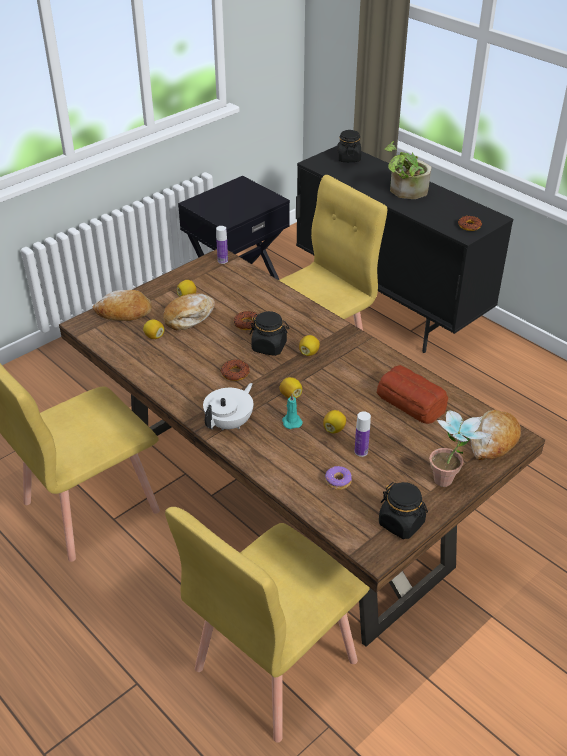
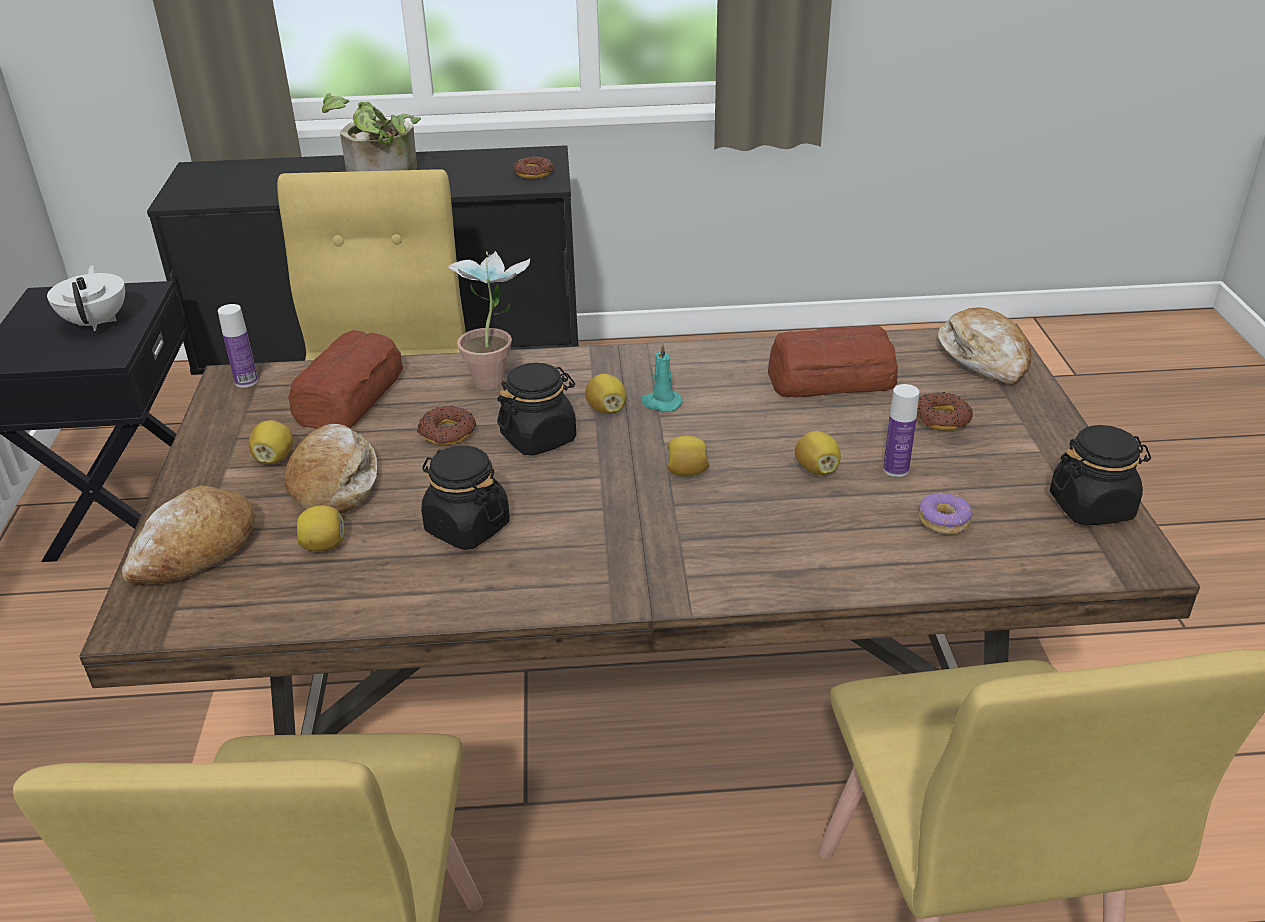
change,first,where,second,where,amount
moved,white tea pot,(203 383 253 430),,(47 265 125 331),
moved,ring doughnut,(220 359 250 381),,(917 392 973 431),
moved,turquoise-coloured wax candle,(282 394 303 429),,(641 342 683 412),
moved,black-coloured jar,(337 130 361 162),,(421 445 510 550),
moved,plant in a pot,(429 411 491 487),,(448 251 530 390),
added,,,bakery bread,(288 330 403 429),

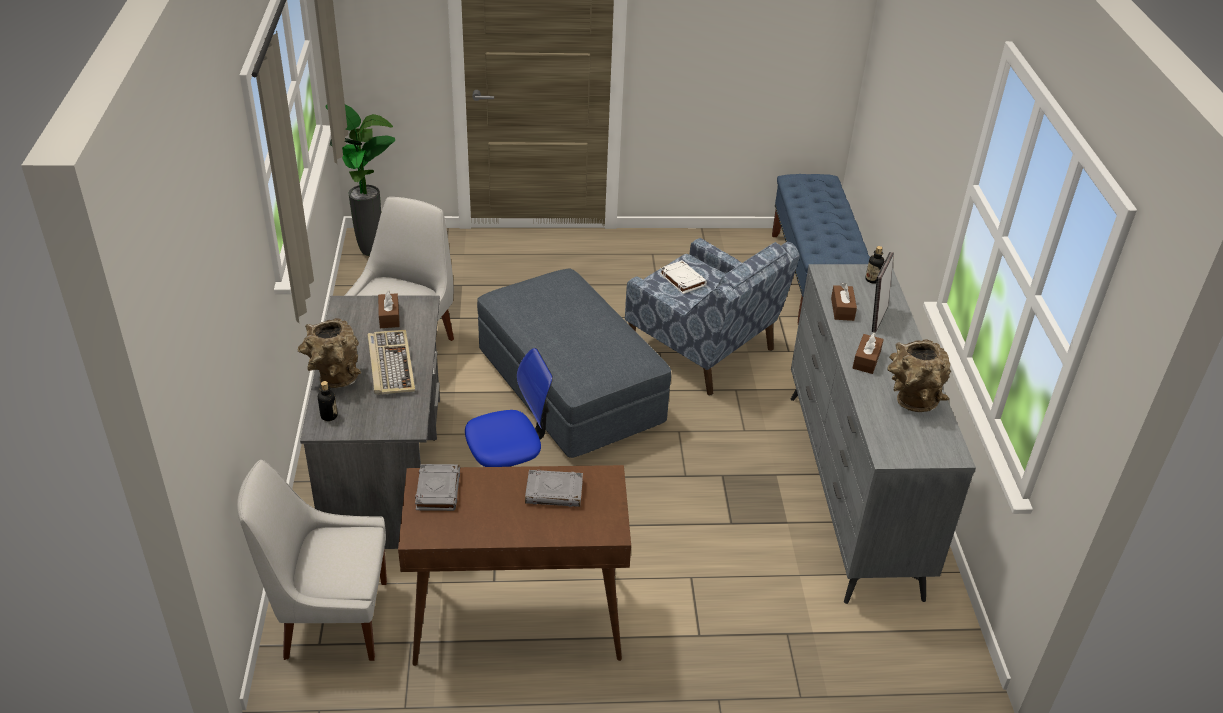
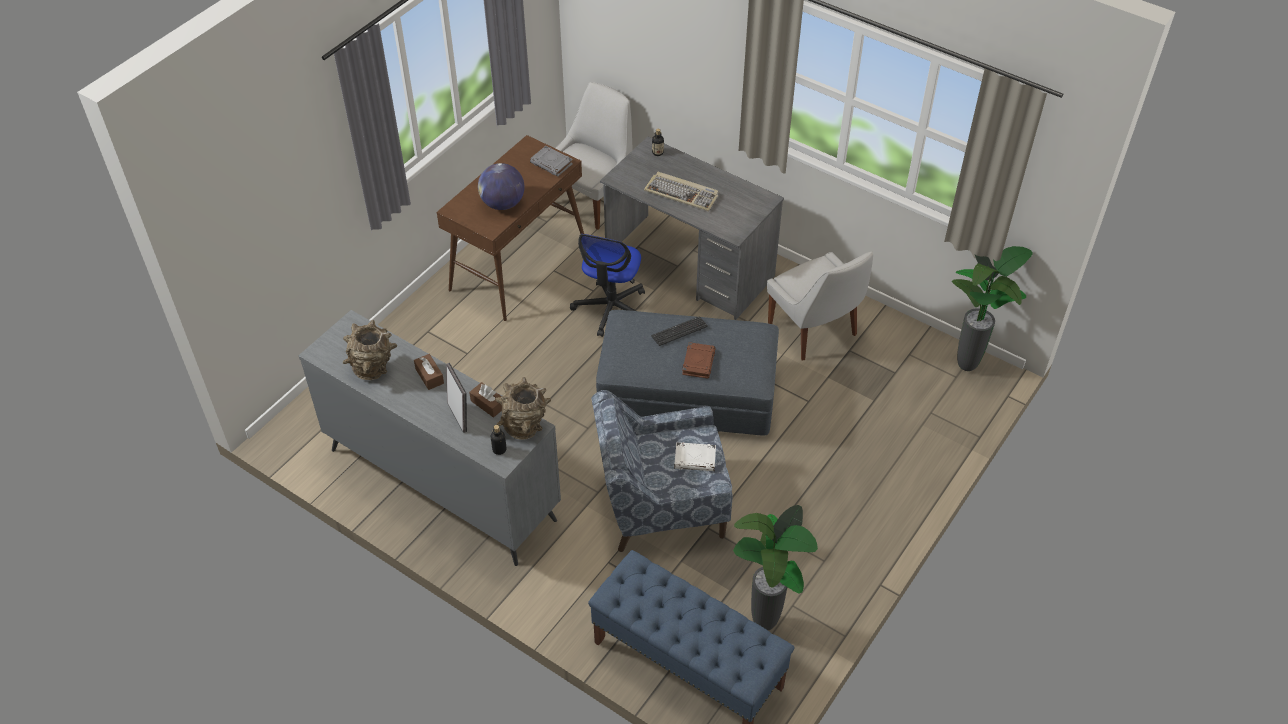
change,first,where,second,where,amount
moved,brownish flower vase,(298 318 361 388),,(495 377 551 440),
removed,brownish box of tissues,(378 290 400 328),,,
replaced,grey book,(525 470 583 507),desk globe,(478 163 524 210),
added,,,PC keyboard,(651 316 708 346),
added,,,brownish book,(682 342 716 379),
added,,,plant in a pot,(733 505 818 630),

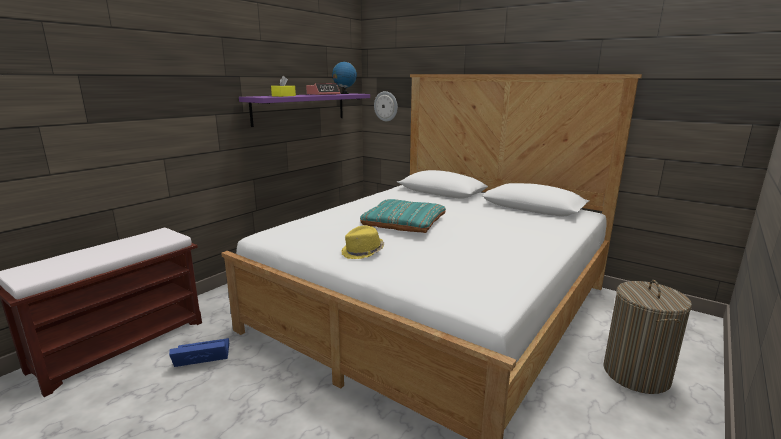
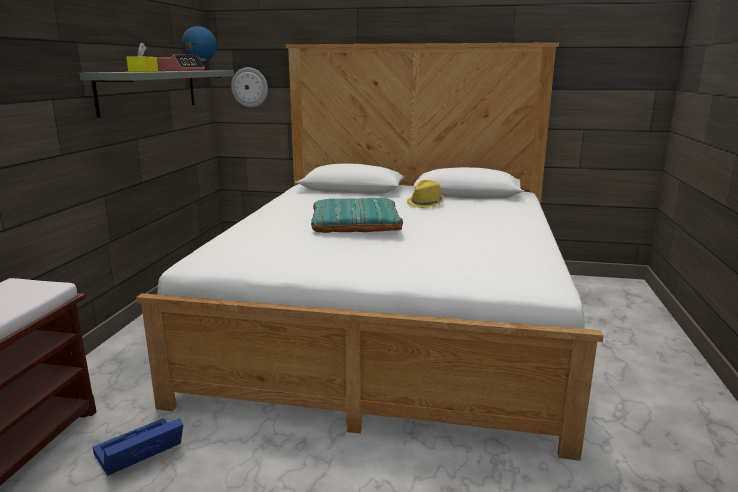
change,first,where,second,where,amount
recoloured,purple-coloured wall shelf,(239 93 370 127),grey wall shelf,(79 71 234 118),
moved,yellow-coloured wearable hat,(341 226 384 259),,(407 180 444 208),
removed,hamper,(603 280 692 394),,,

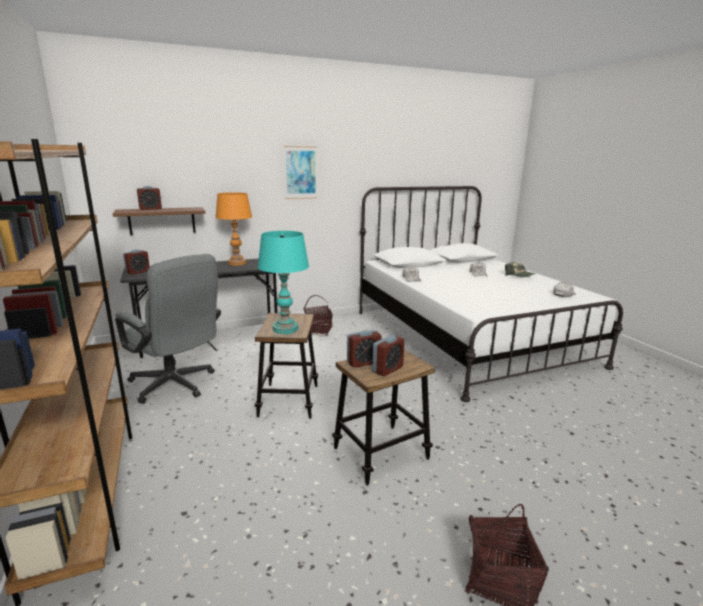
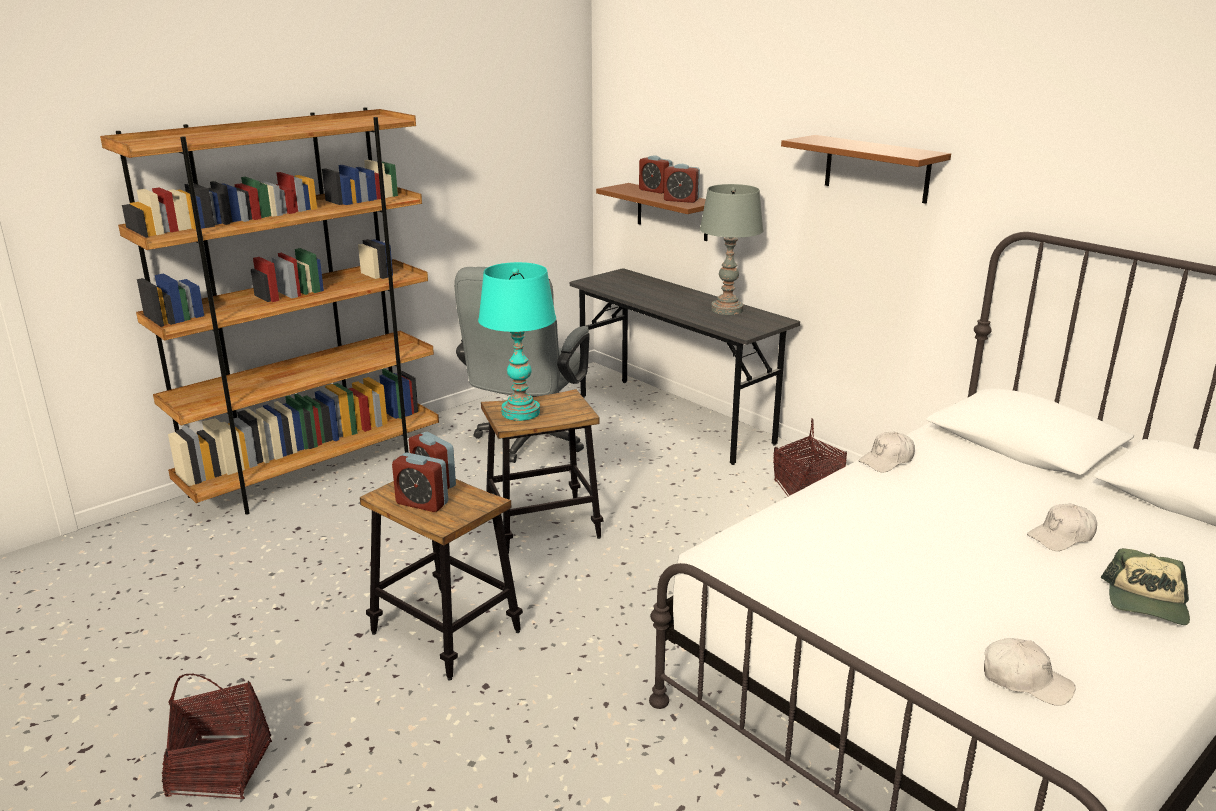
change,first,where,second,where,amount
moved,bedside clock,(123 250 150 275),,(664 164 700 203),
recoloured,orangey lamp for a table,(215 192 252 266),grey lamp for a table,(700 184 764 315),
replaced,wall art,(284 146 317 199),brownish wall shelf,(781 135 951 204),

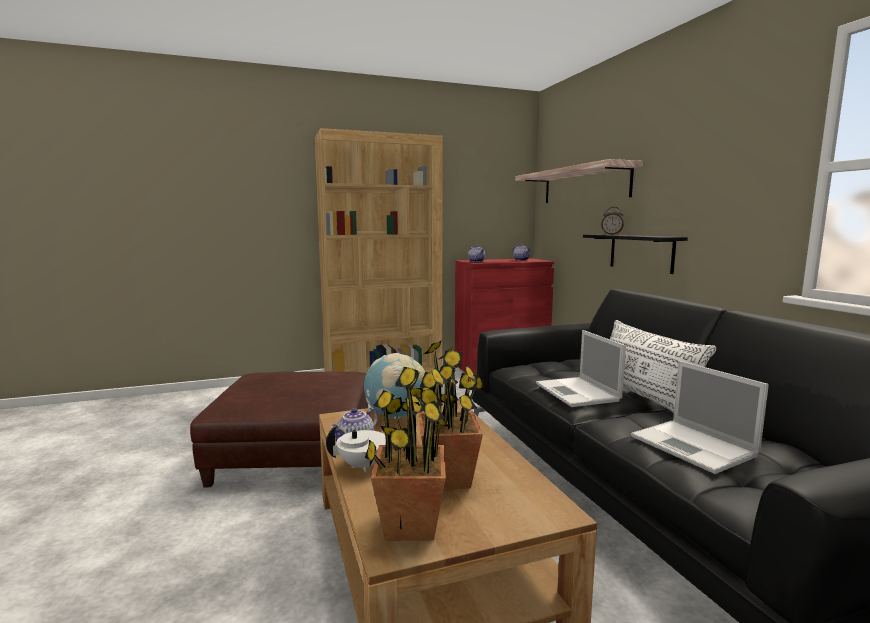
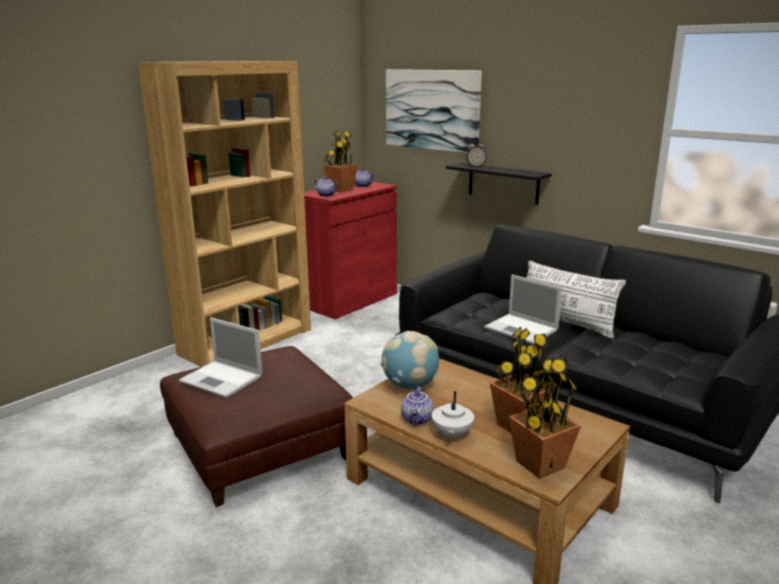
change,first,where,second,where,amount
turned,white tea pot,(326 427 386 472),,(432 391 474 441),150 degrees clockwise
replaced,wall shelf,(515 159 643 203),wall art,(386 69 482 153),
moved,portable computer,(631 361 769 474),,(179 318 262 398),
added,,,plant in a pot,(323 129 358 193),

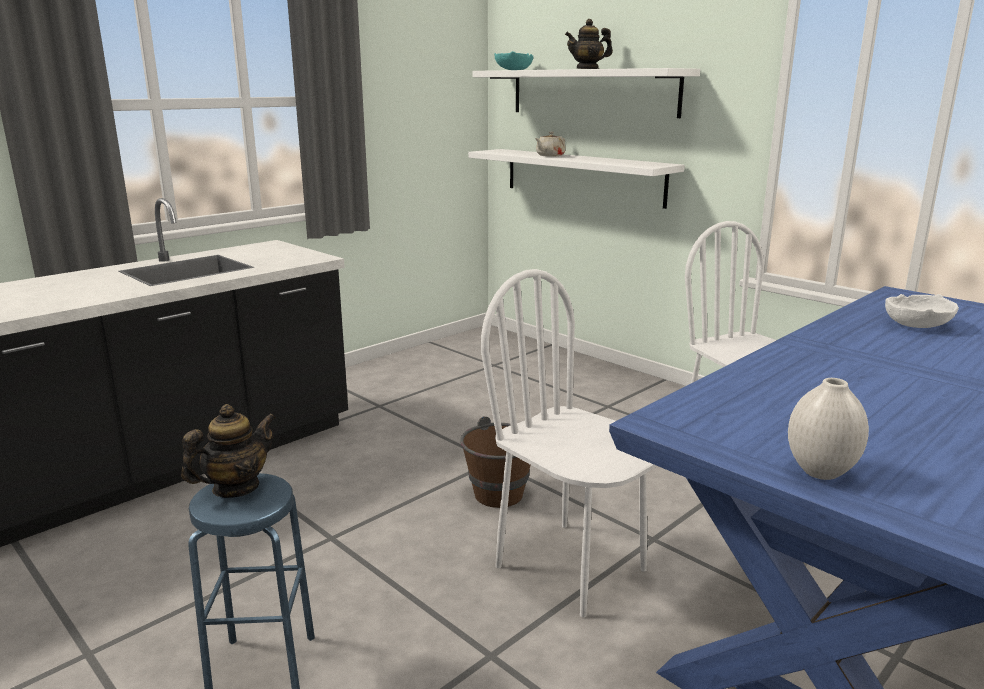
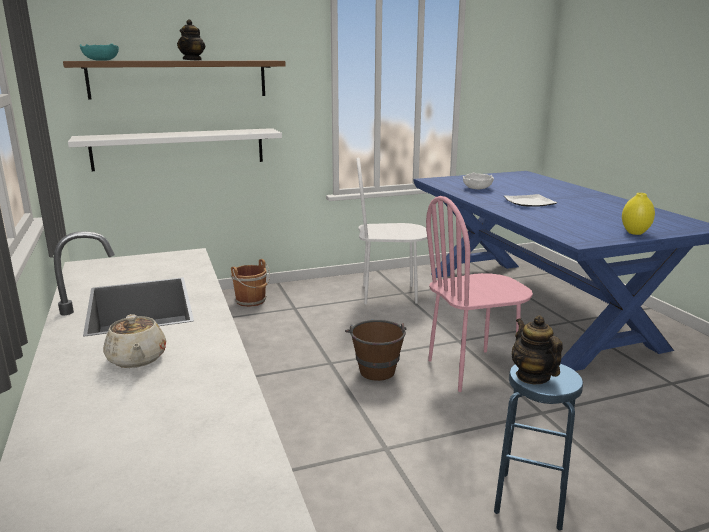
change,first,where,second,where,amount
recoloured,white wall shelf,(473 68 700 118),brownish wall shelf,(63 61 286 100),
recoloured,white chair,(481 269 657 617),pinkish chair,(426 196 533 392),
moved,beige-coloured tea pot,(535 132 566 157),,(103 314 166 368),
recoloured,white flower vase,(788 378 869 480),yellow-coloured flower vase,(622 193 655 235),
added,,,brownish bucket,(231 259 270 307),
added,,,flat dish,(504 194 557 207),

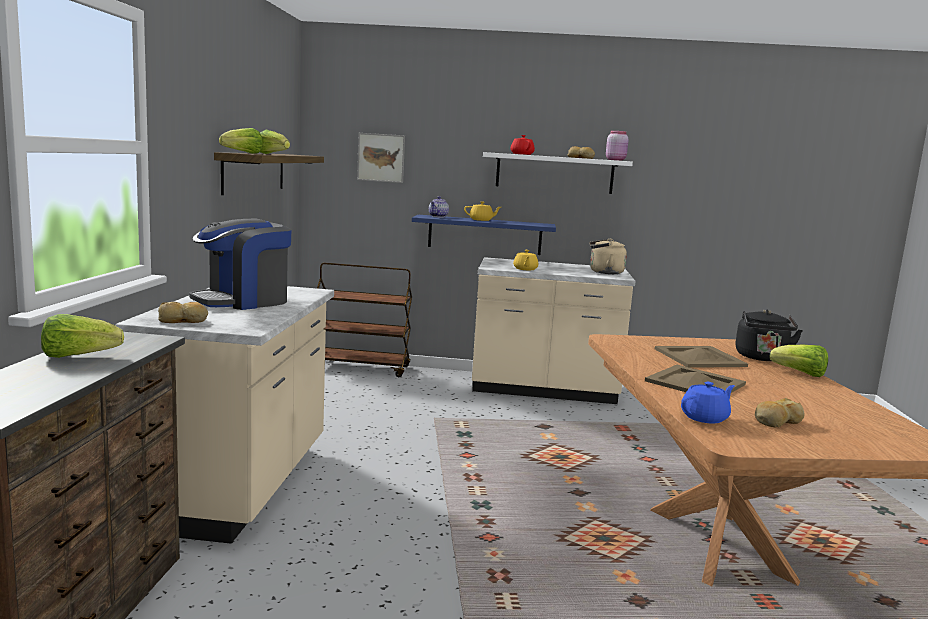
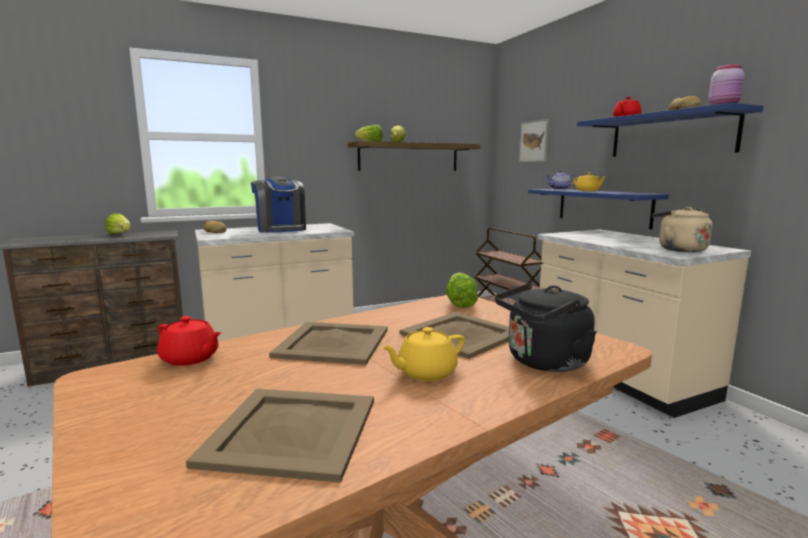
change,first,where,second,where,amount
turned,coffee maker,(189 219 291 310),,(251 177 306 233),135 degrees counterclockwise
recoloured,white wall shelf,(483 152 633 194),bluish wall shelf,(577 103 764 157),
moved,yellow-coloured tea pot,(513 250 538 270),,(382 327 465 381),
recoloured,bluish tea pot,(681 382 735 423),red tea pot,(157 316 221 366),
removed,bakery bread,(755 398 804 427),,,
moved,lettuce,(770 345 828 377),,(445 273 478 308),
added,,,beige-coloured serving tray,(186 389 374 483),

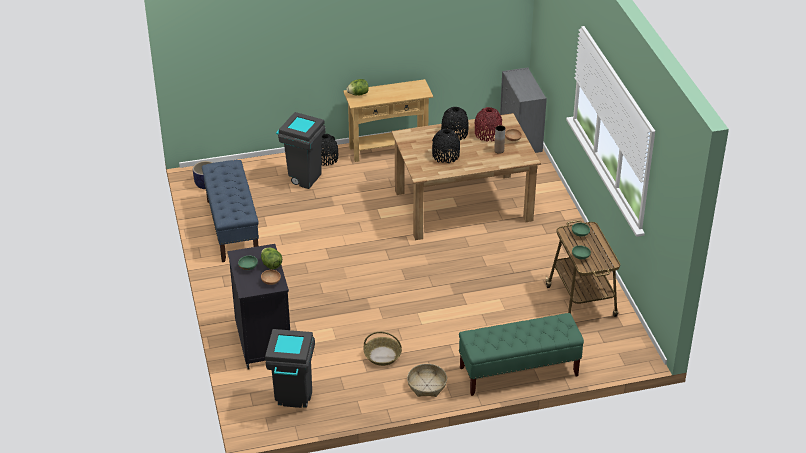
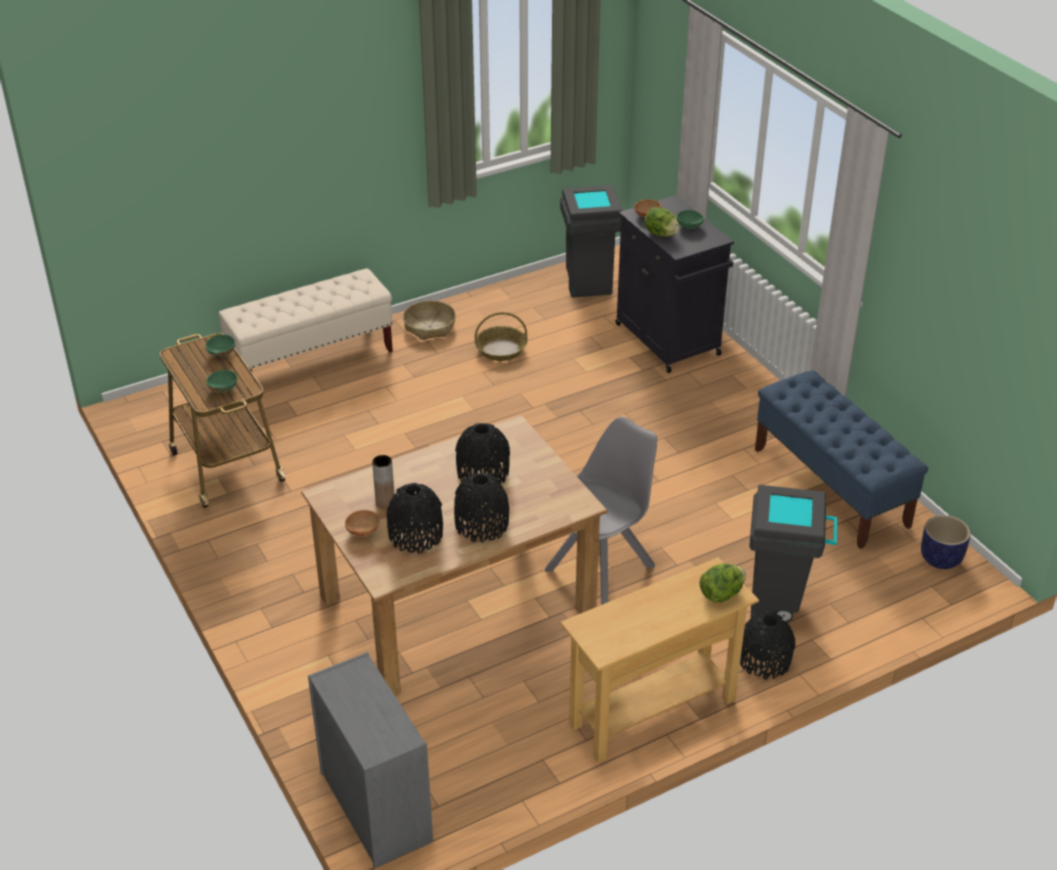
change,first,where,second,where,amount
recoloured,green-coloured long seat,(459 313 584 396),beige-coloured long seat,(219 268 393 395),
recoloured,red flower vase,(475 107 502 142),black-coloured flower vase,(387 483 443 554),
added,,,grey chair,(545 417 657 605),

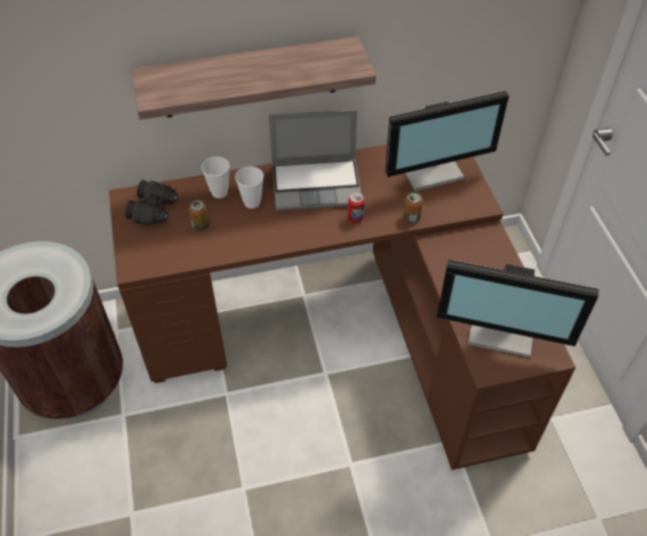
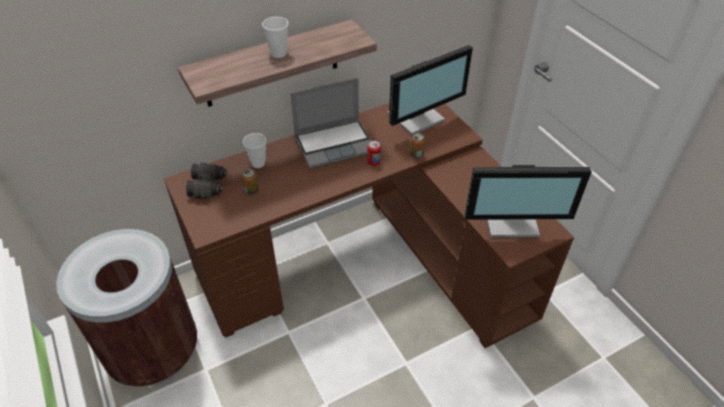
change,first,where,second,where,amount
moved,drinking cup,(235 166 264 209),,(262 17 288 58),

